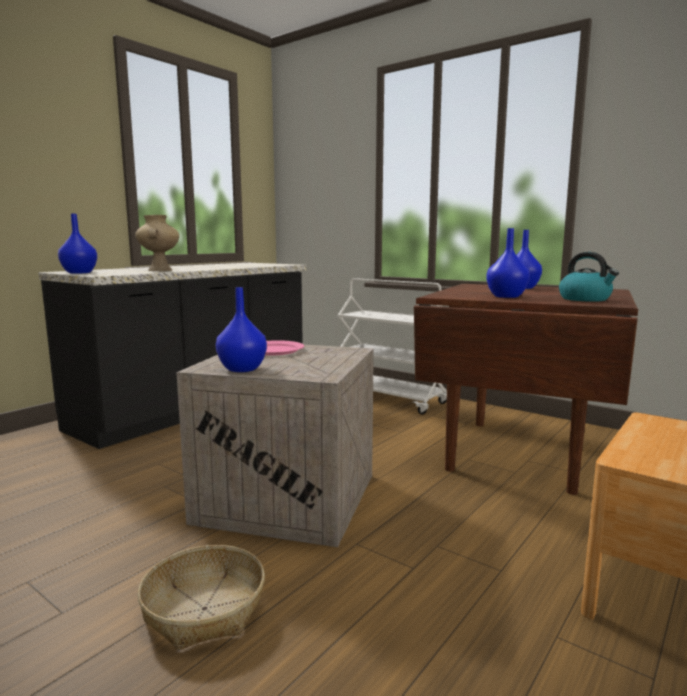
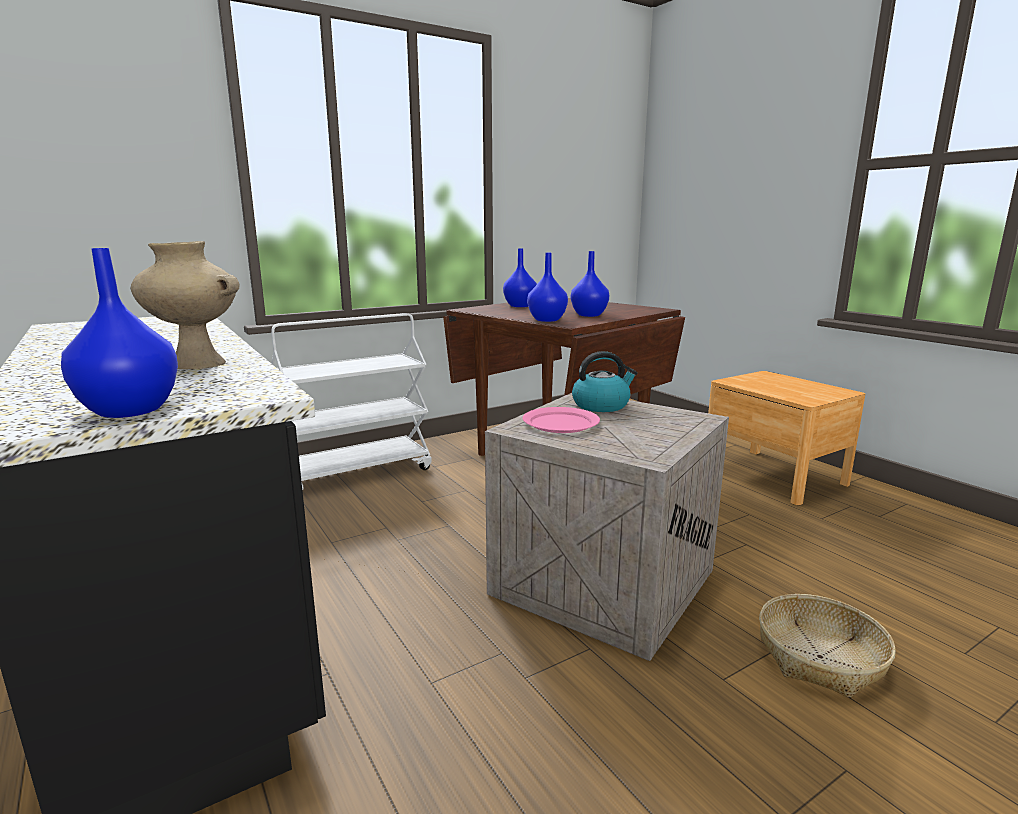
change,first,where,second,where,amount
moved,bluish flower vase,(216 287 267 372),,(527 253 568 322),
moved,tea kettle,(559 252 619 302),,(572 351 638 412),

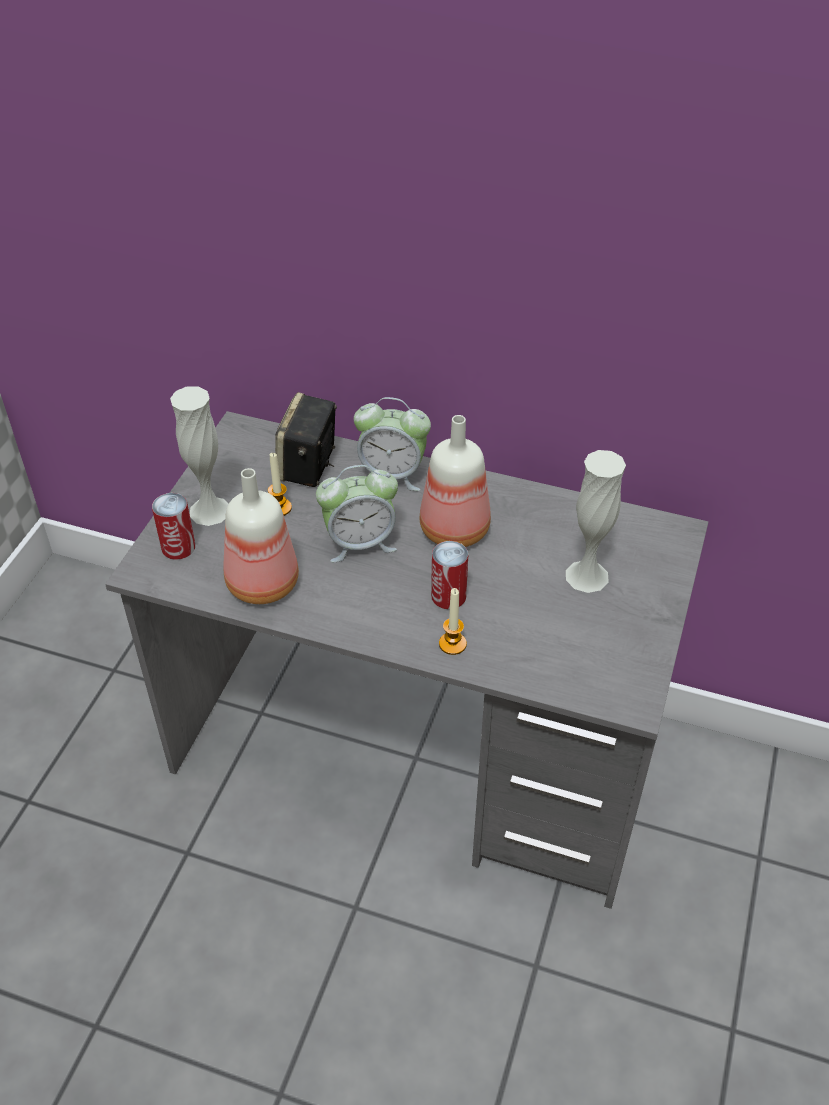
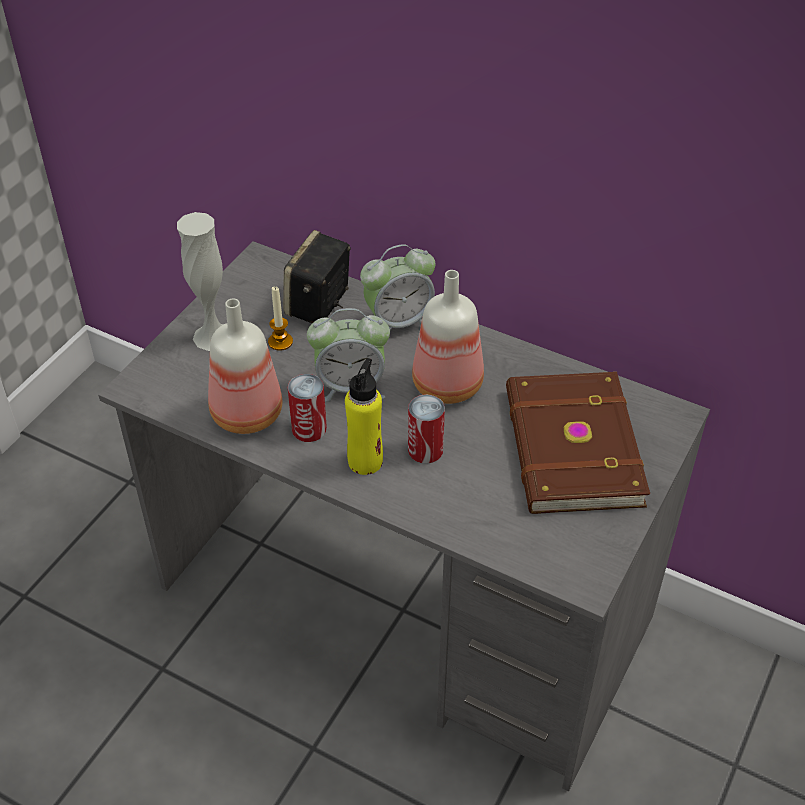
change,first,where,second,where,amount
moved,can,(152 493 195 560),,(288 374 327 442),
turned,bedside clock,(354 397 431 491),,(360 244 435 332),45 degrees counterclockwise
removed,wax candle,(439 588 467 655),,,
replaced,white flower vase,(566 450 626 593),brownish book,(506 372 650 514),
added,,,yellow-coloured bottle,(345 358 383 475),

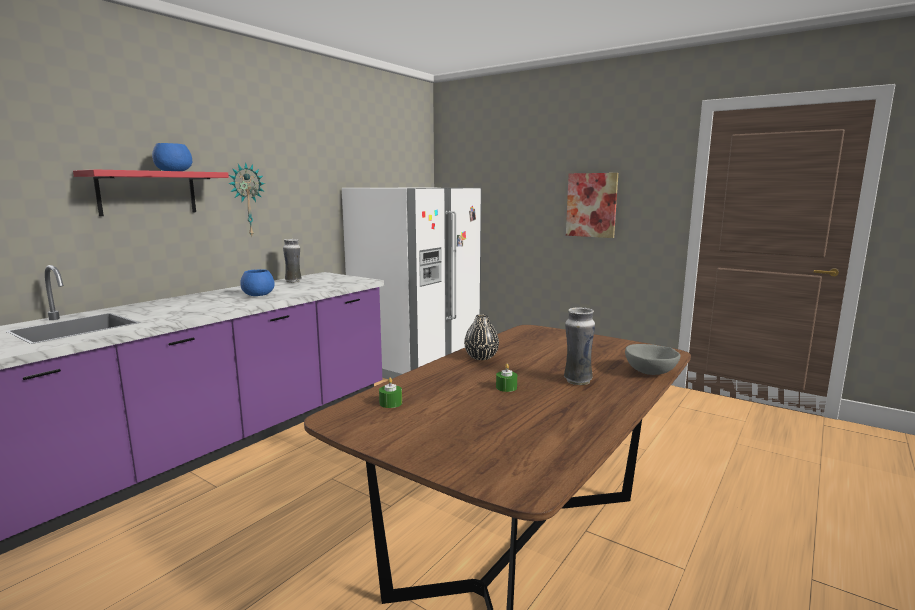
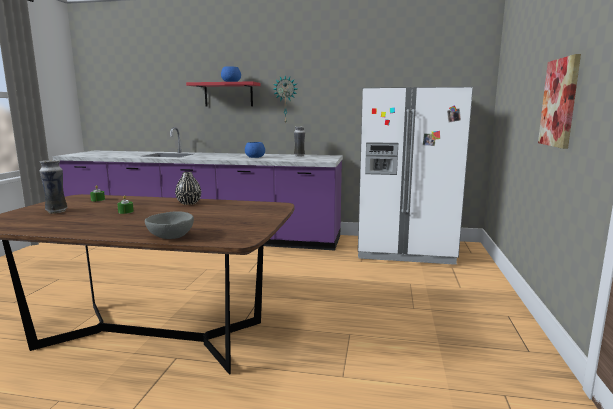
change,first,where,second,where,amount
moved,flower vase,(564 307 595 385),,(40 160 67 214),

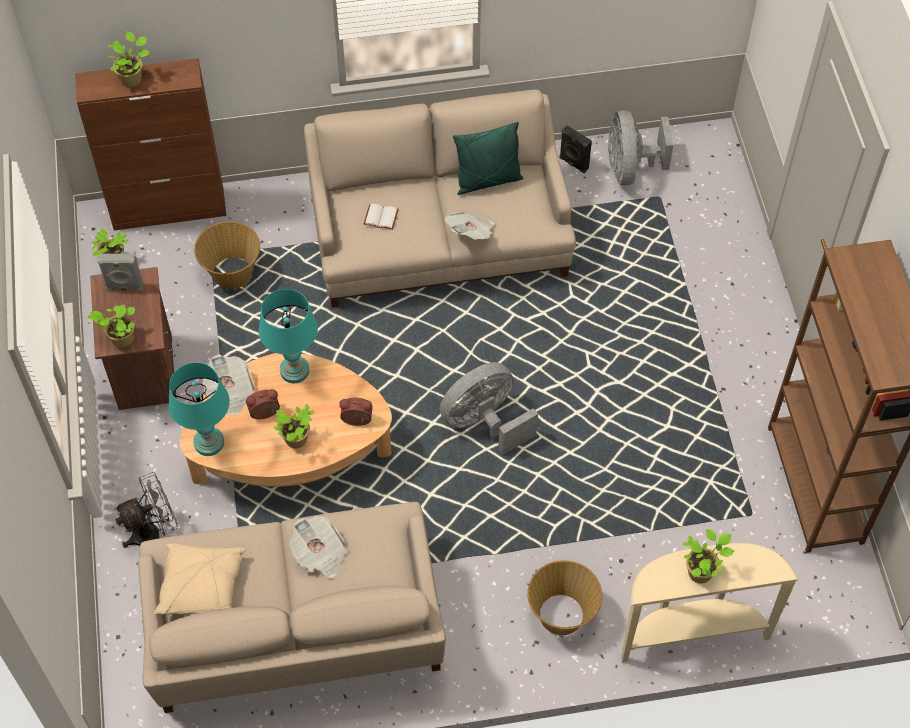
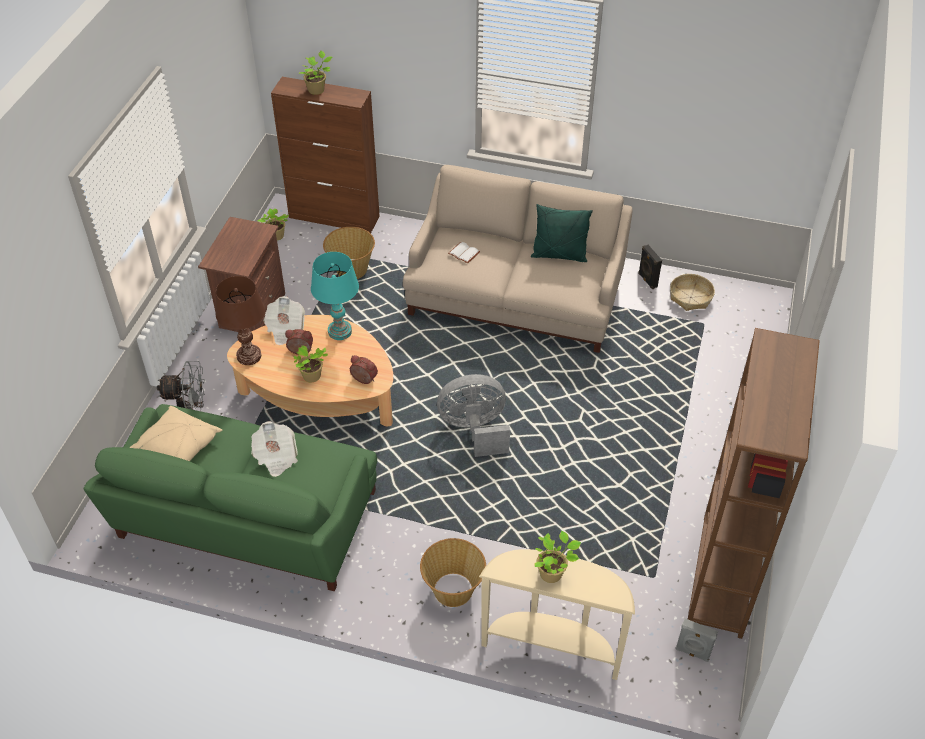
change,first,where,second,where,amount
removed,plant in a pot,(87 304 135 348),,,
moved,grey audio speaker,(97 254 143 291),,(675 619 718 662),
recoloured,beige-coloured couch,(138 502 446 713),green-coloured couch,(84 404 377 591),
recoloured,turquoise-coloured lamp for a table,(169 362 230 456),brownish lamp for a table,(216 276 265 365),
removed,printed paper,(445 211 495 240),,,
replaced,grey fan,(608 110 673 186),basket,(670 274 715 311),

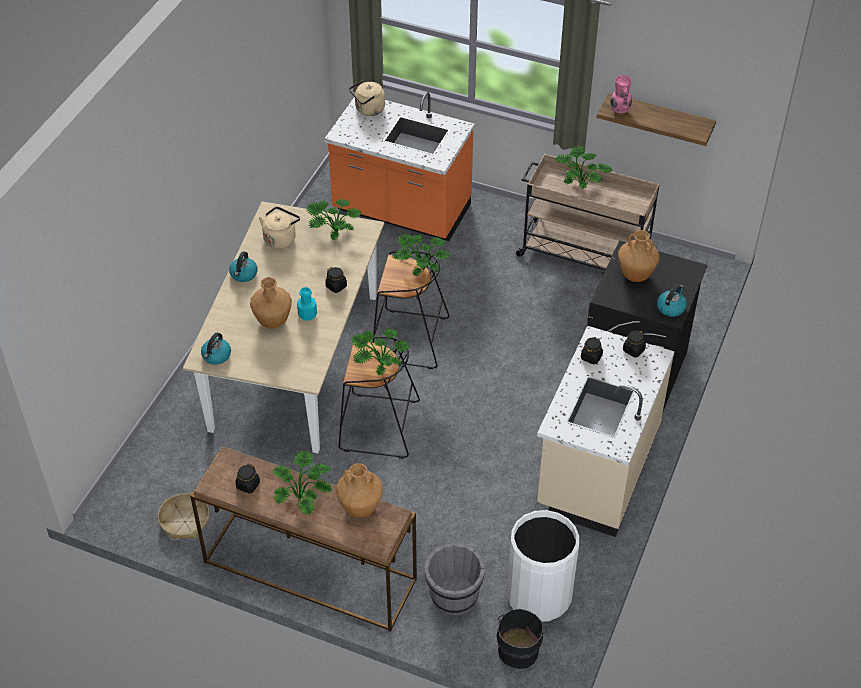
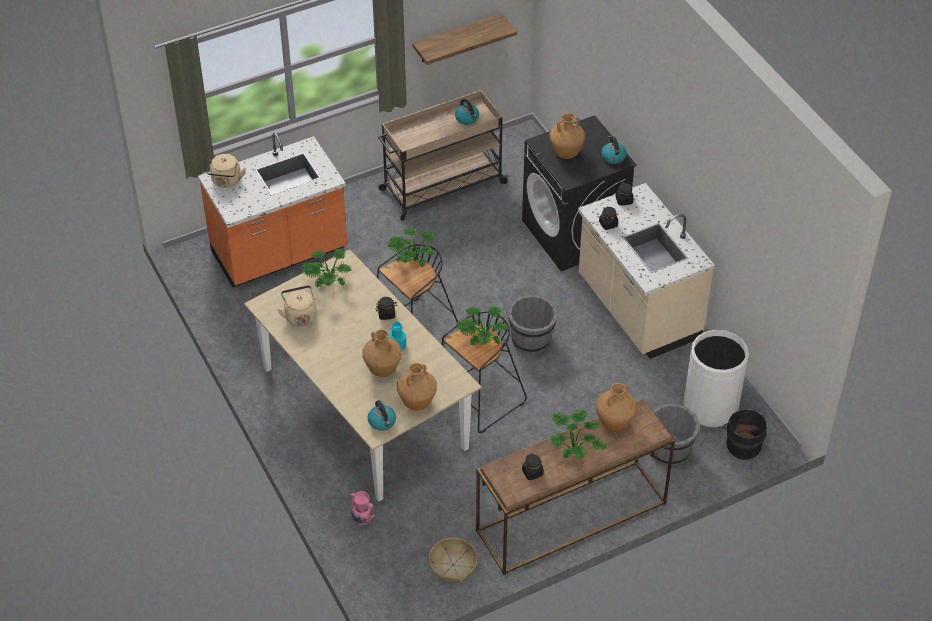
change,first,where,second,where,amount
moved,tea kettle,(229 251 258 282),,(455 99 479 125),
removed,plant in a pot,(556 145 612 189),,,
moved,pinkish flower vase,(610 75 632 115),,(350 491 374 525),
added,,,brownish flower vase,(397 363 437 411),
added,,,grey bucket,(508 295 558 355),

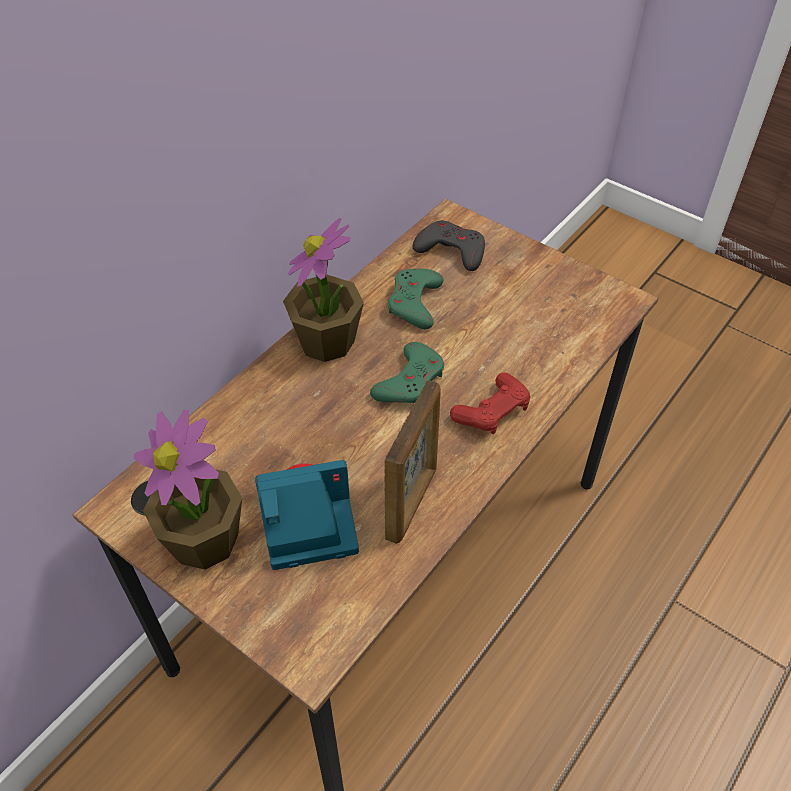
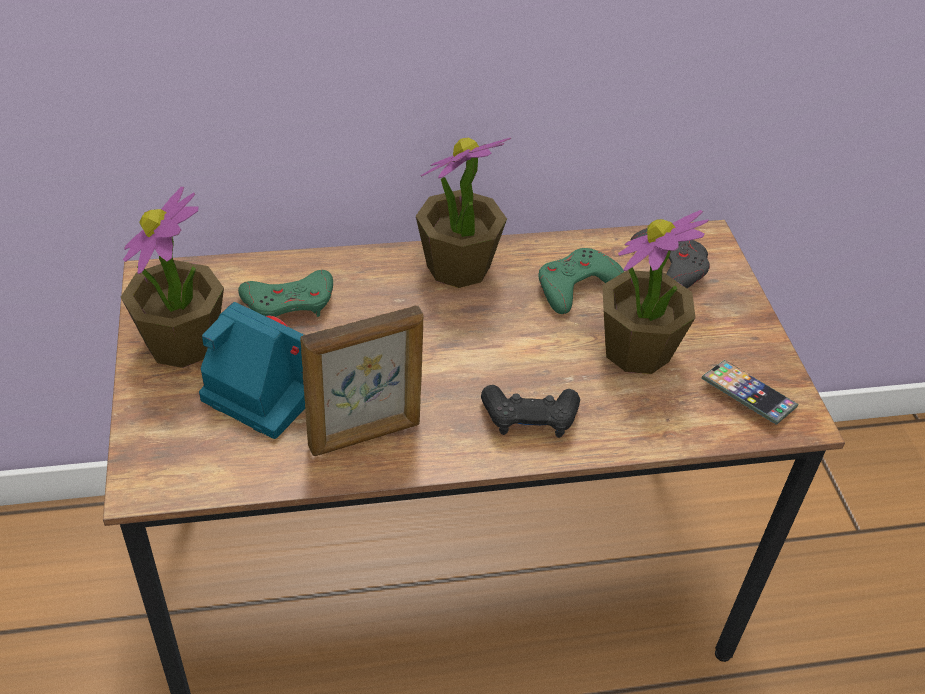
change,first,where,second,where,amount
moved,green-coloured game controller,(370 342 444 403),,(238 270 333 317),
recoloured,red game controller,(450 373 530 434),black-coloured game controller,(481 385 580 438),
added,,,plant in a pot,(602 210 708 374),
added,,,handset,(701 360 799 425),

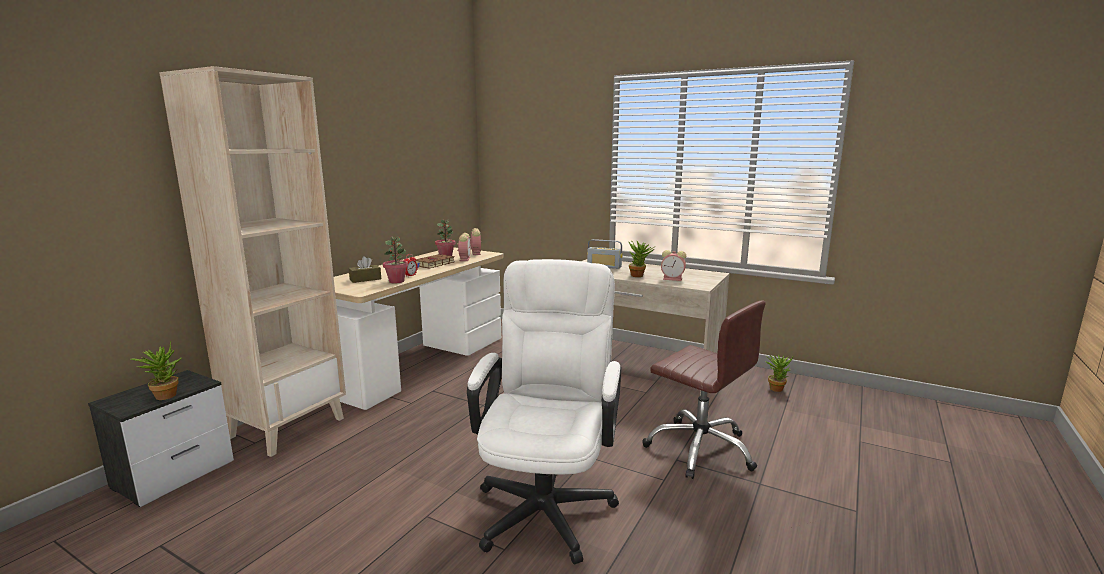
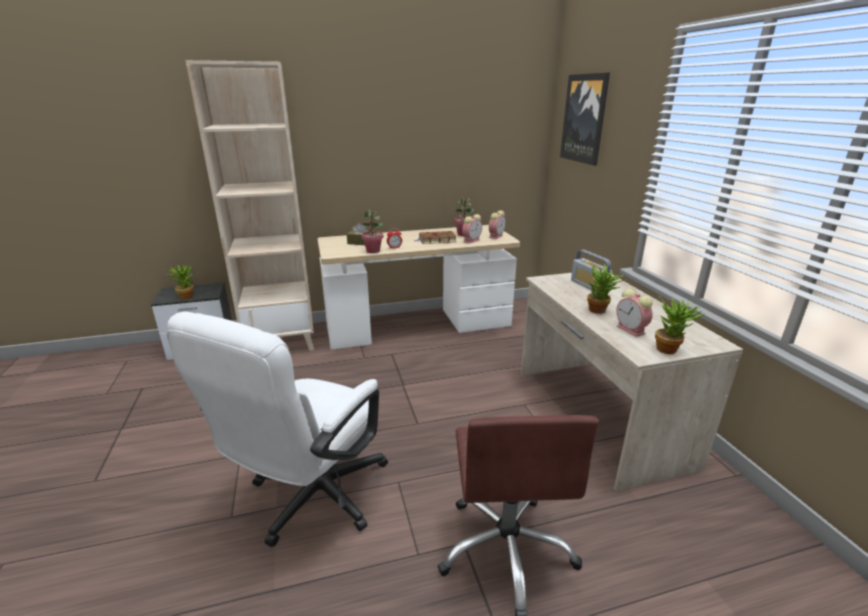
change,first,where,second,where,amount
turned,white office chair,(467 259 621 564),,(167 311 388 547),150 degrees clockwise
moved,plant in a pot,(765 355 793 392),,(655 296 704 354),
added,,,wall art,(560 73 610 166),

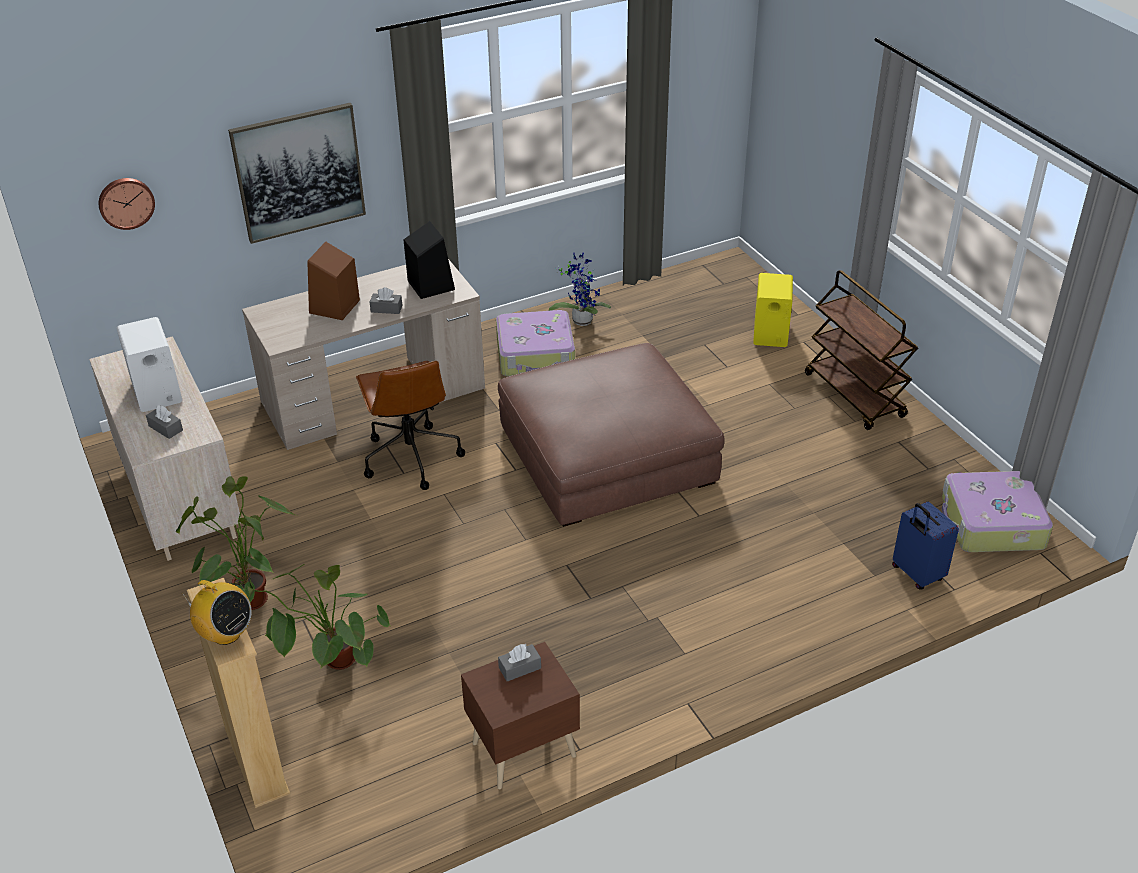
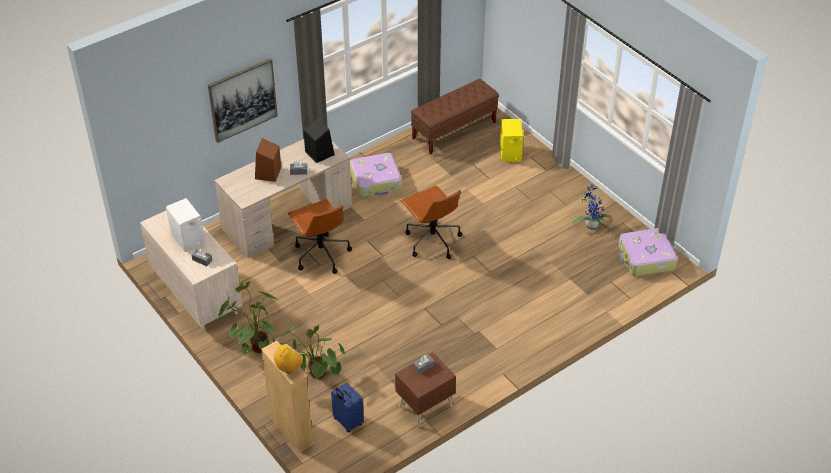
change,first,where,second,where,amount
removed,wall clock,(99 178 155 230),,,
turned,radio set,(183 580 252 645),,(274 344 303 373),75 degrees counterclockwise
replaced,brownish footrest,(498 343 725 527),brownish office chair,(400 186 462 259),
moved,plant in a pot,(549 252 611 326),,(573 184 611 230),
removed,brownish cart,(805 270 918 430),,,
moved,bluish piece of luggage,(892 502 959 590),,(331 383 364 432),
added,,,brownish long seat,(411 79 499 155),

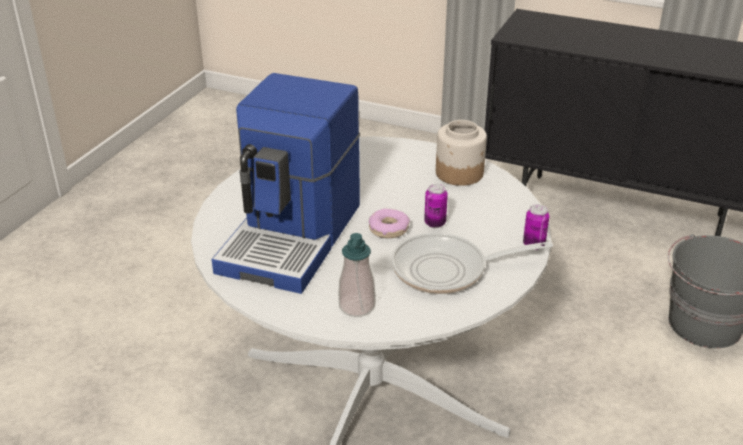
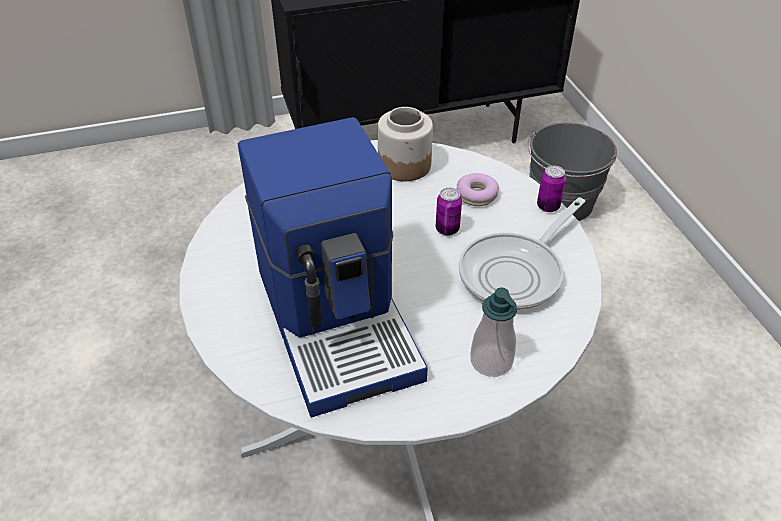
change,first,where,second,where,amount
moved,ring doughnut,(369 209 410 238),,(457 173 499 206),

